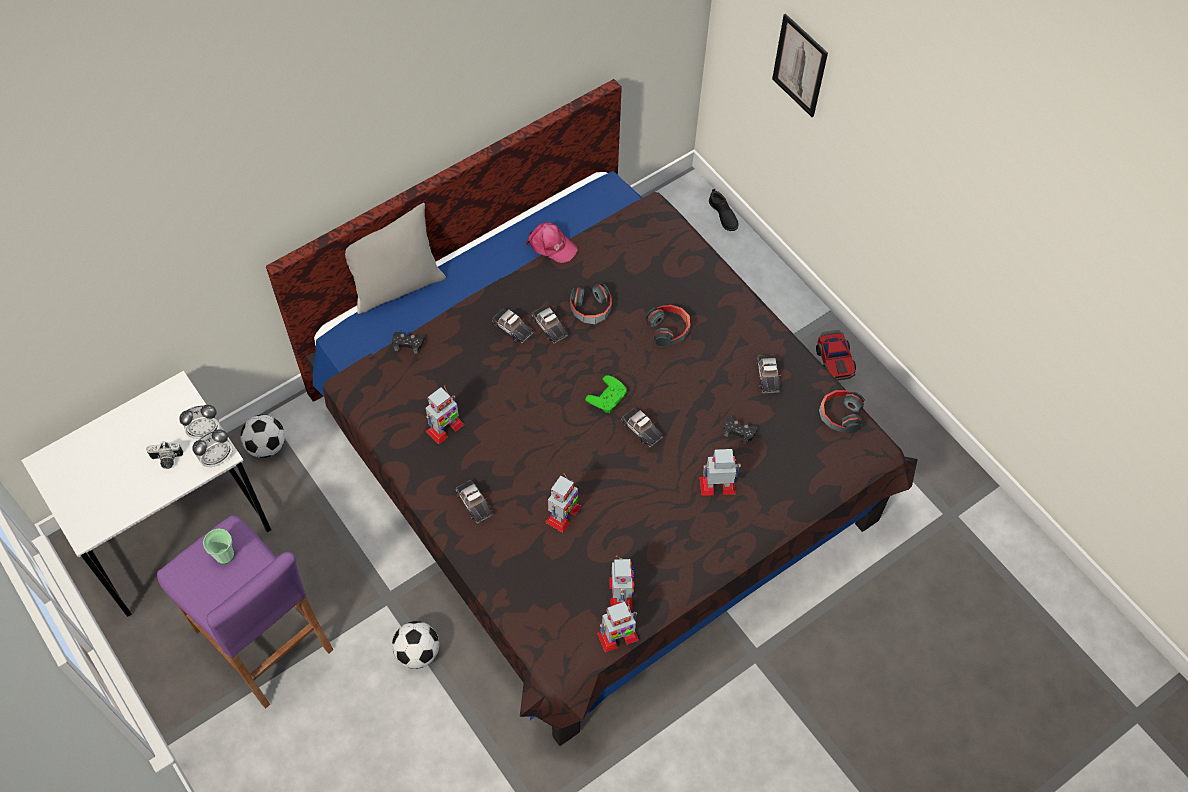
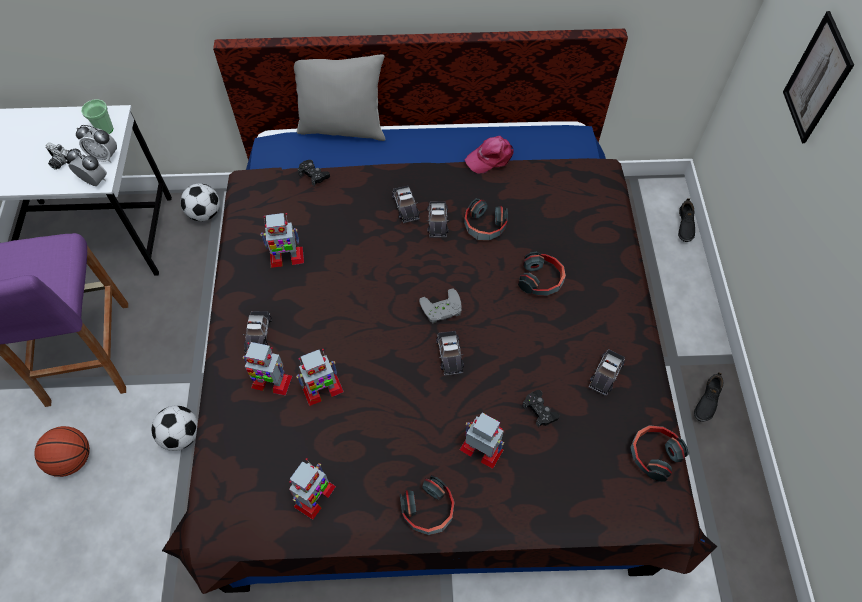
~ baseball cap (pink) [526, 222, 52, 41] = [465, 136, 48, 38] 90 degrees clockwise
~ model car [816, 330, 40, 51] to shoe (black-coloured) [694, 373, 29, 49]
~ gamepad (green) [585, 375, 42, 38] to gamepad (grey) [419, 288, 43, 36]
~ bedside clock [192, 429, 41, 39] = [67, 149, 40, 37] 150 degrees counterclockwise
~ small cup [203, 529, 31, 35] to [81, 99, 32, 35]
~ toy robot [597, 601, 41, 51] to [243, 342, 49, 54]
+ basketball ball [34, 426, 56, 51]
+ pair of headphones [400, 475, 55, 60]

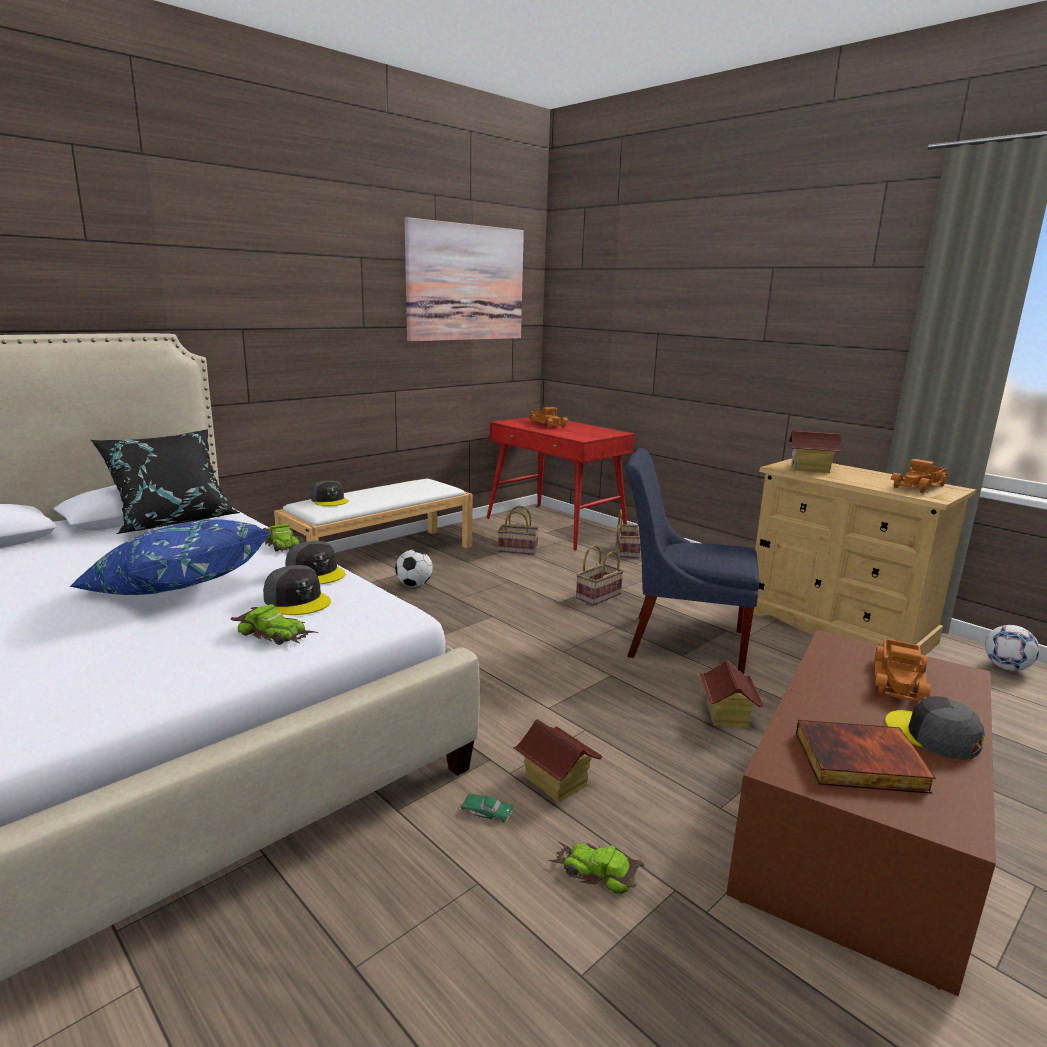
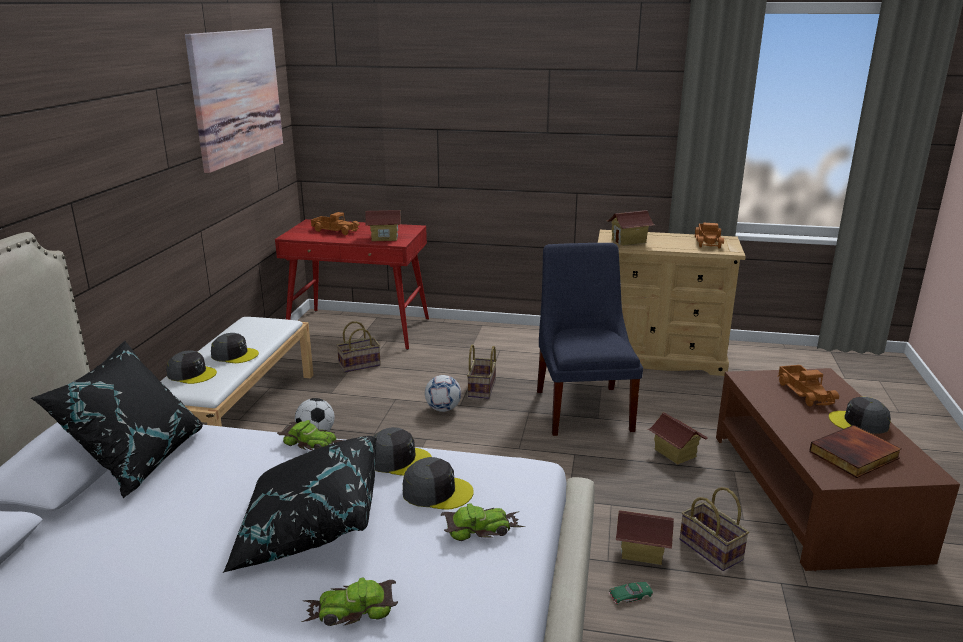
~ plain chair (blue-coloured) [626, 448, 134, 226] = [537, 243, 106, 193] 105 degrees clockwise
~ storage basket [616, 509, 25, 49] to [680, 487, 69, 84]
~ cushion (blue-coloured) [69, 519, 202, 76] to cushion (black-coloured) [223, 436, 154, 137]
~ football [985, 625, 55, 46] to [425, 375, 36, 37]
~ model car [549, 842, 95, 52] to [301, 578, 97, 48]
+ toy house [366, 210, 35, 32]
+ baseball cap (grey) [211, 333, 48, 30]

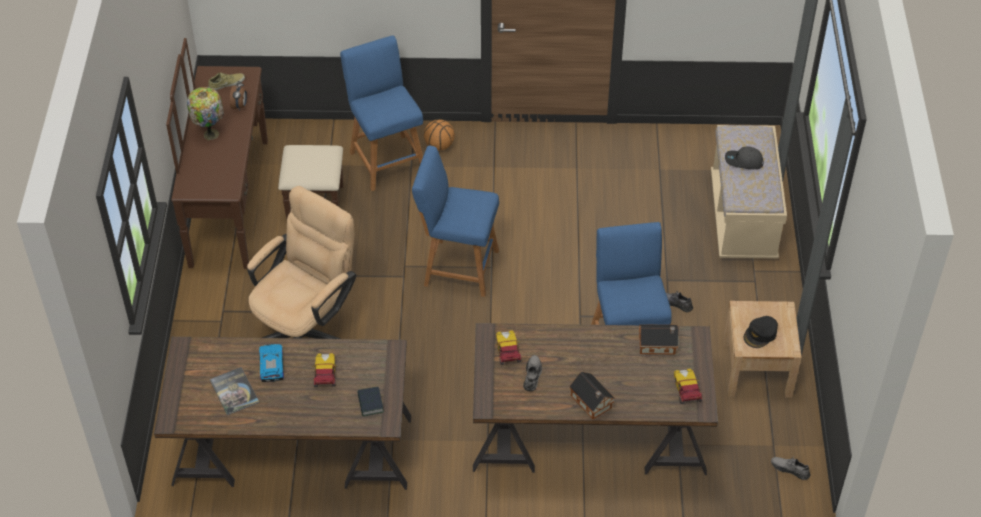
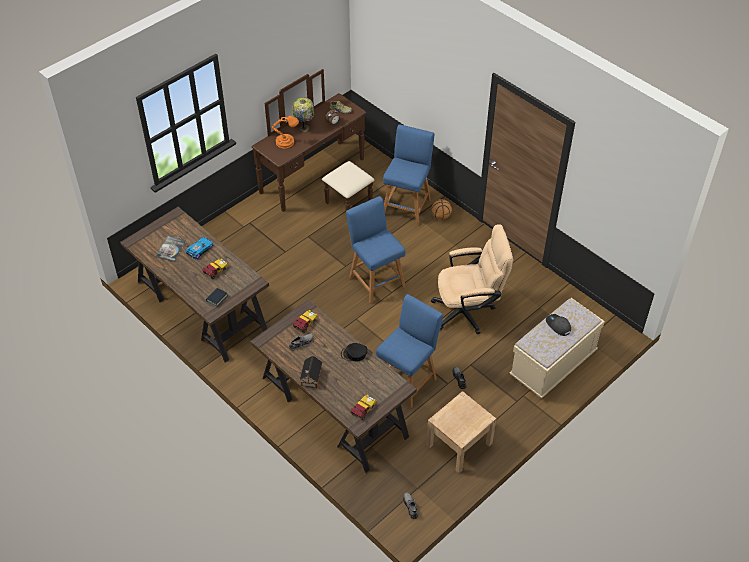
~ desk chair (sand-coloured) [247, 186, 110, 153] to [431, 224, 82, 110]
~ baseball cap (black-coloured) [743, 316, 35, 32] to [341, 343, 27, 19]
- toy house [639, 324, 40, 30]
+ table lamp (orangey) [271, 116, 28, 32]

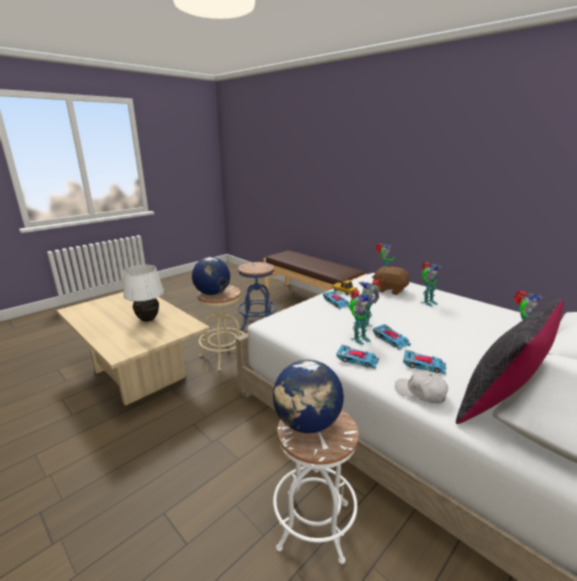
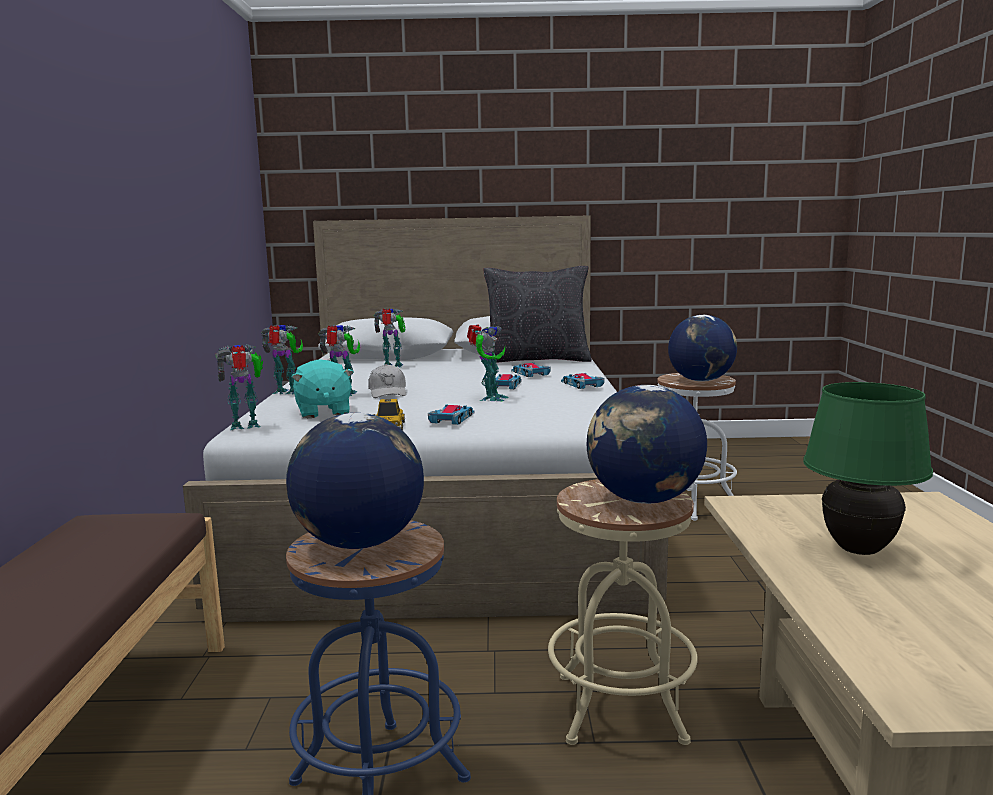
~ table lamp (white-coloured) [123, 265, 41, 57] to table lamp (green) [803, 382, 130, 173]
~ soft toy (brown) [372, 266, 37, 29] to soft toy (turquoise) [292, 359, 62, 59]
~ toy robot [349, 290, 25, 55] to [261, 325, 42, 69]
~ baseball cap (white-coloured) [395, 370, 53, 34] to [368, 364, 38, 34]
+ desk globe [286, 413, 138, 136]

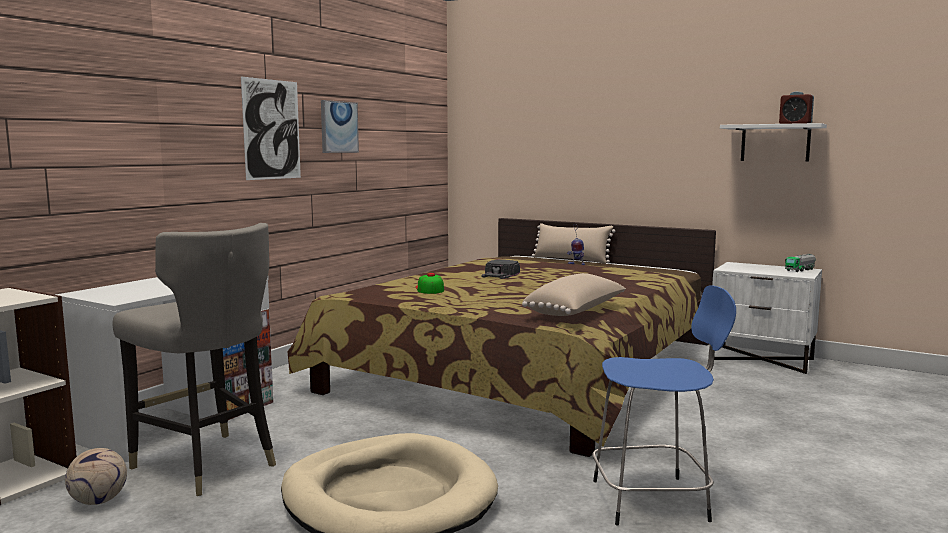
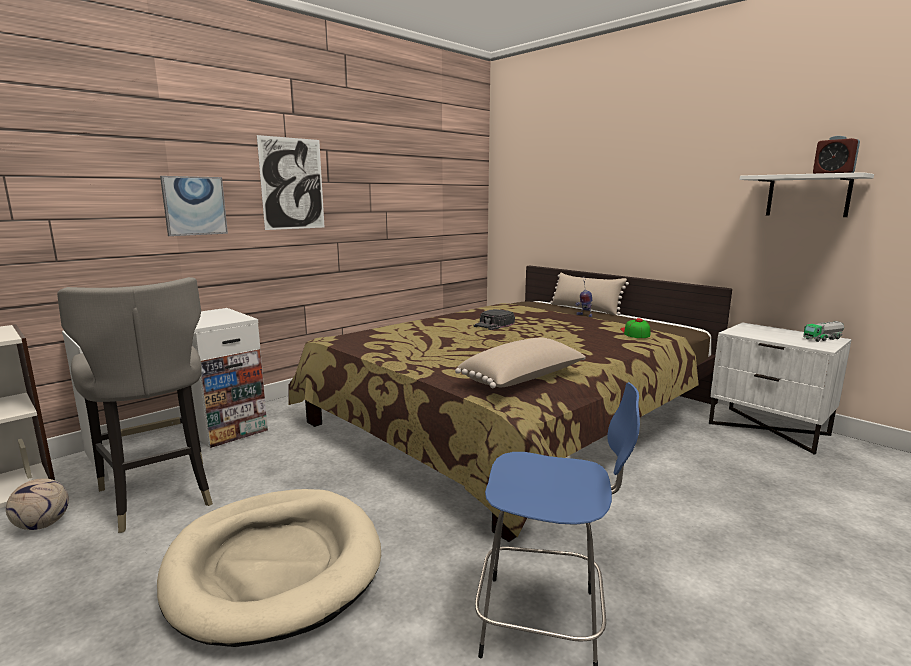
~ wall picture [321, 100, 38, 53] to [160, 176, 68, 60]
~ baseball cap [415, 273, 29, 21] to [620, 318, 30, 20]

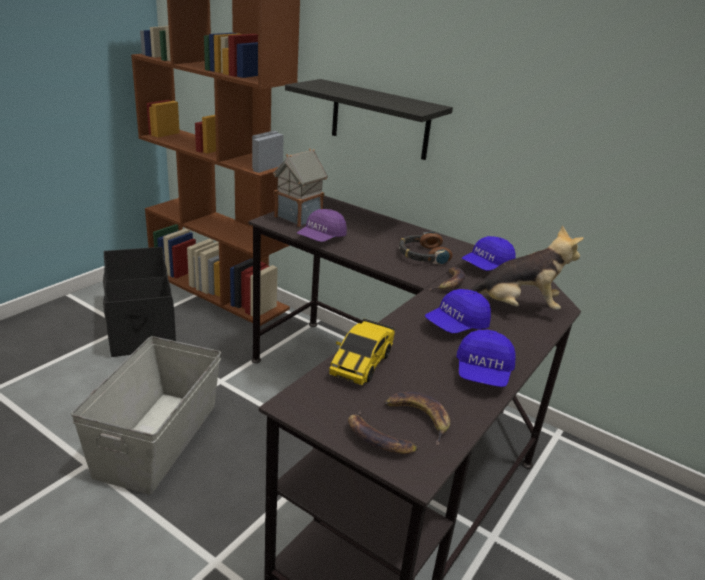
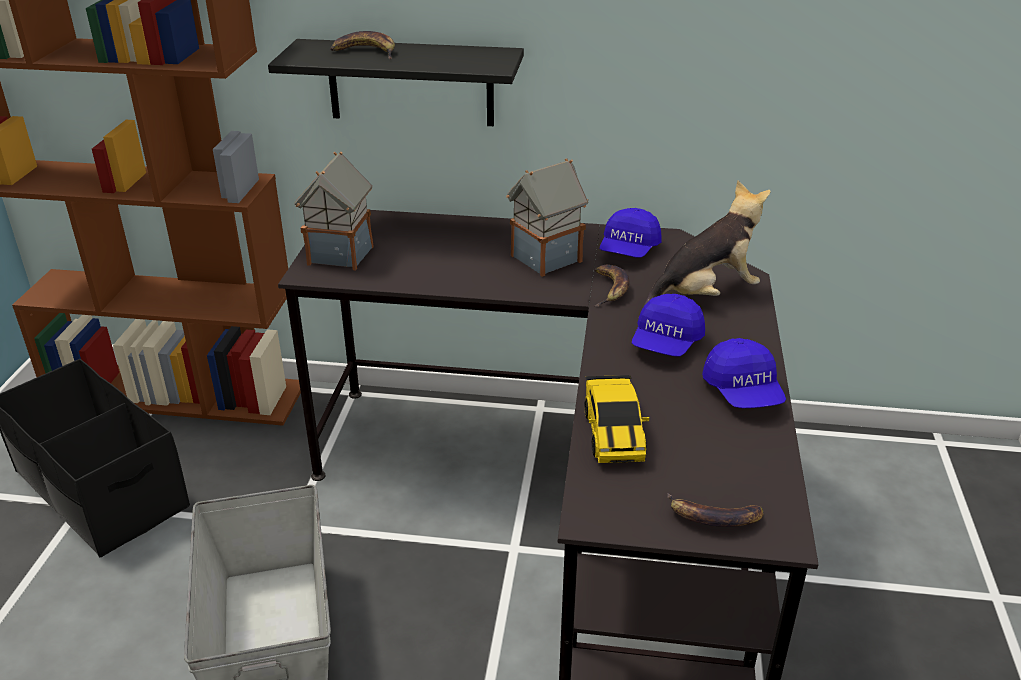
- baseball cap (purple) [297, 209, 50, 33]
~ pair of headphones [399, 232, 54, 33] to toy house [506, 158, 82, 119]
~ whole banana [384, 392, 66, 54] to [330, 31, 65, 28]

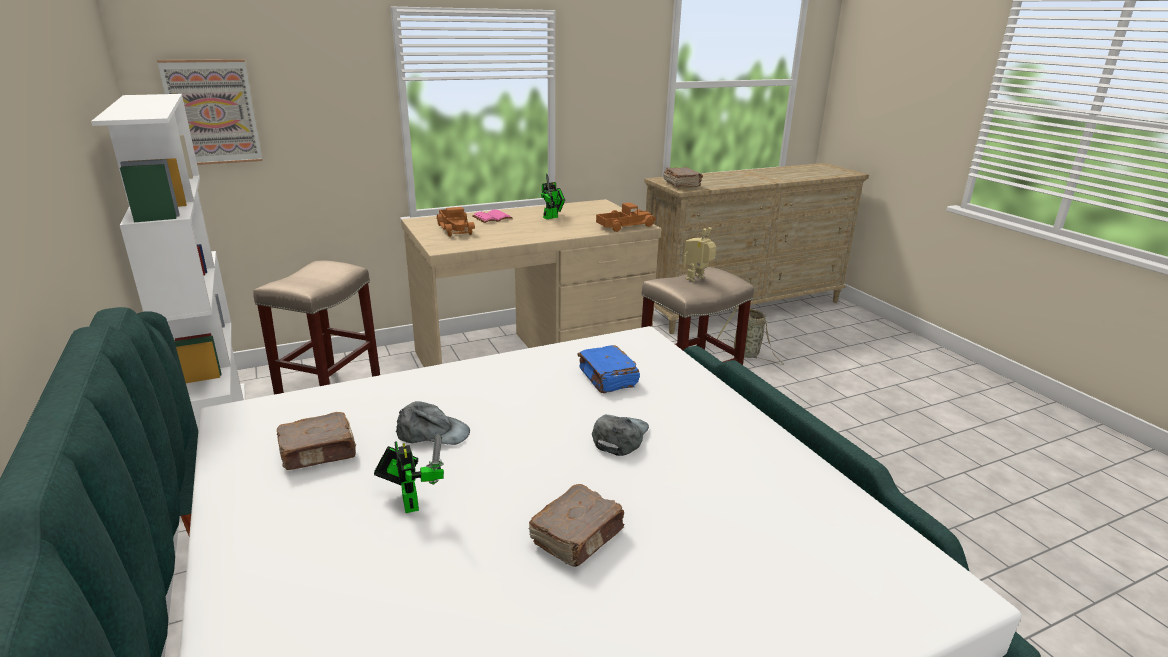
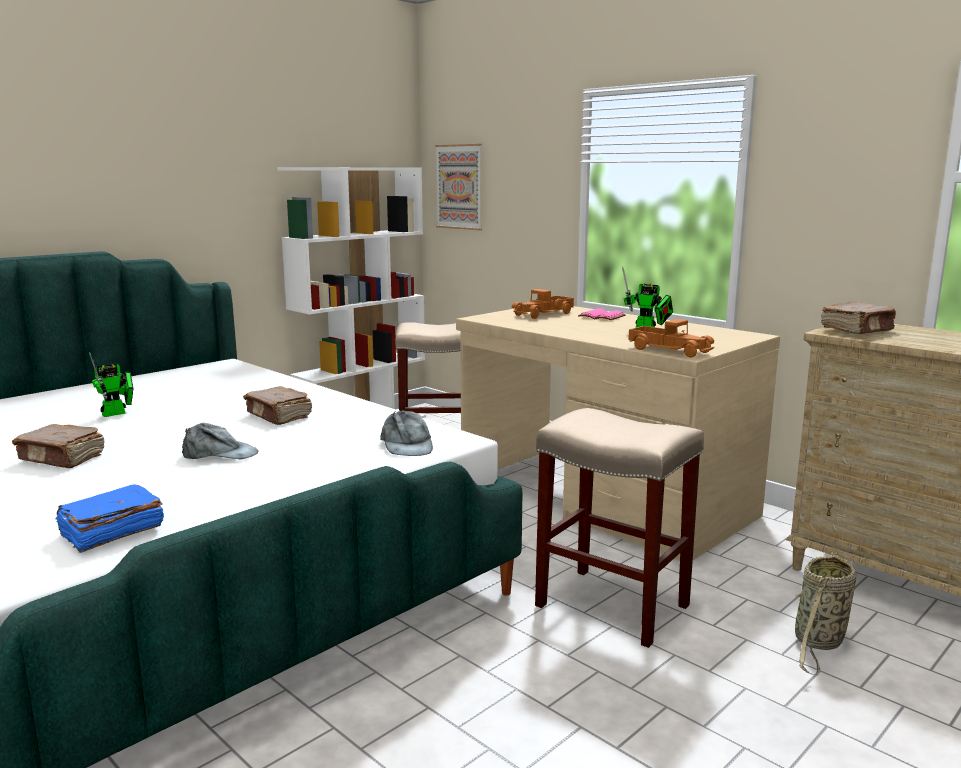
- toy robot [683, 227, 33, 55]
~ volume (blue-coloured) [577, 345, 63, 48] to [55, 484, 109, 69]
~ baseball cap (grey) [396, 401, 74, 44] to [380, 410, 53, 46]
~ volume (brown) [277, 412, 79, 58] to [243, 386, 69, 39]

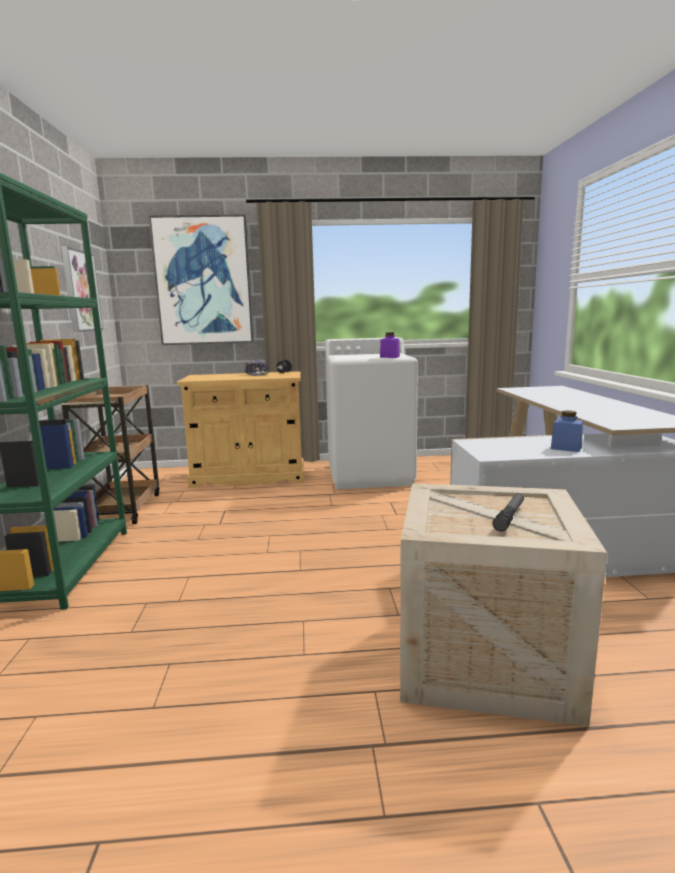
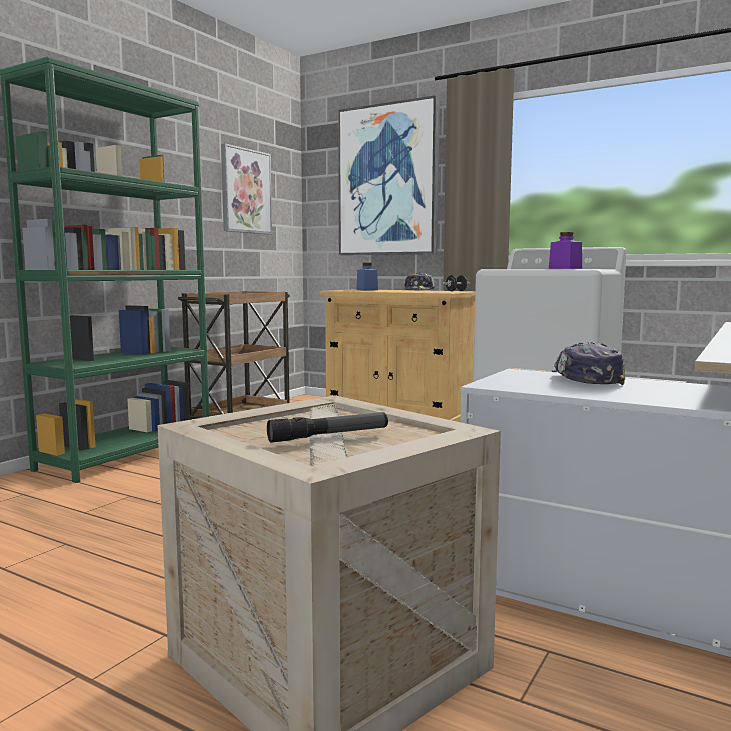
~ storage jar (blue-coloured) [551, 411, 32, 41] to [356, 263, 22, 27]
+ baseball cap [551, 342, 74, 43]

